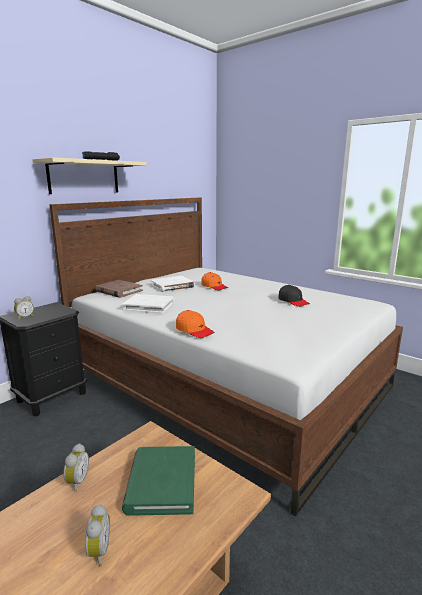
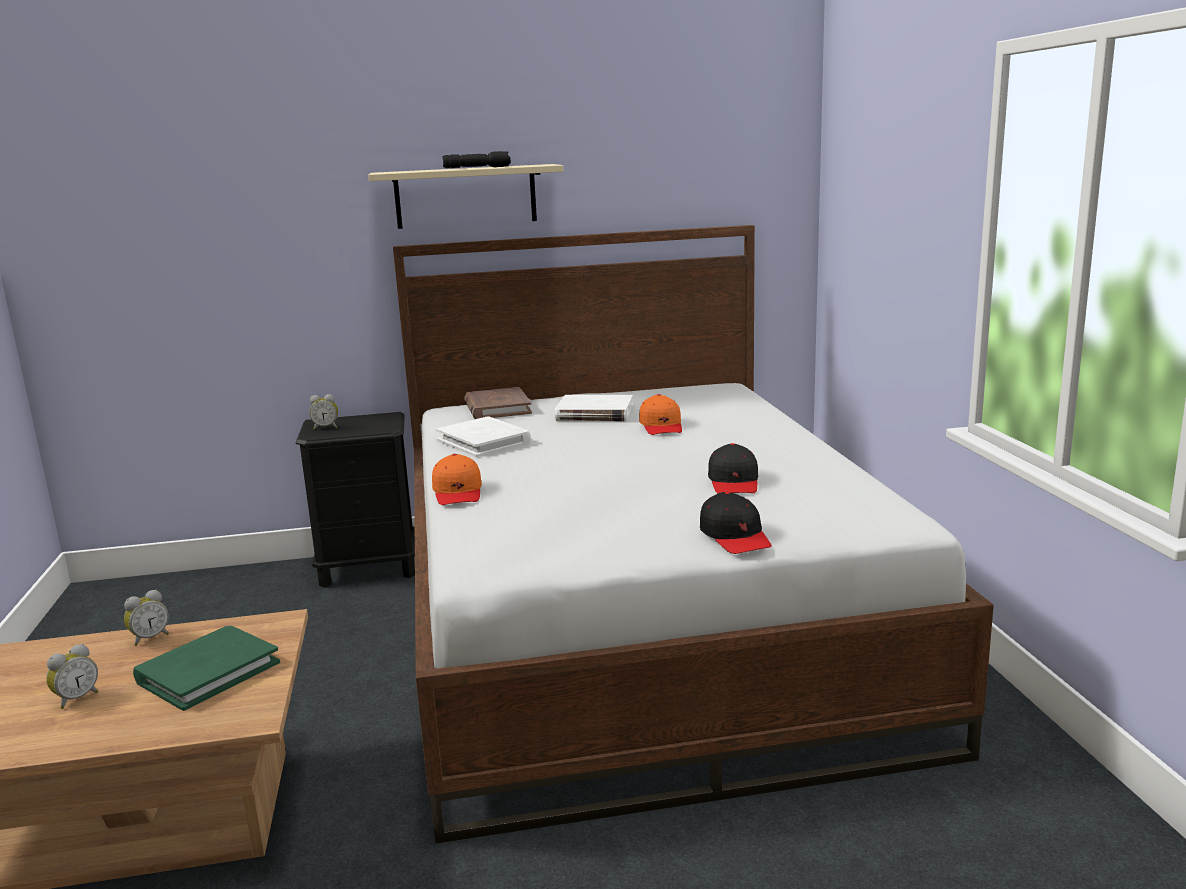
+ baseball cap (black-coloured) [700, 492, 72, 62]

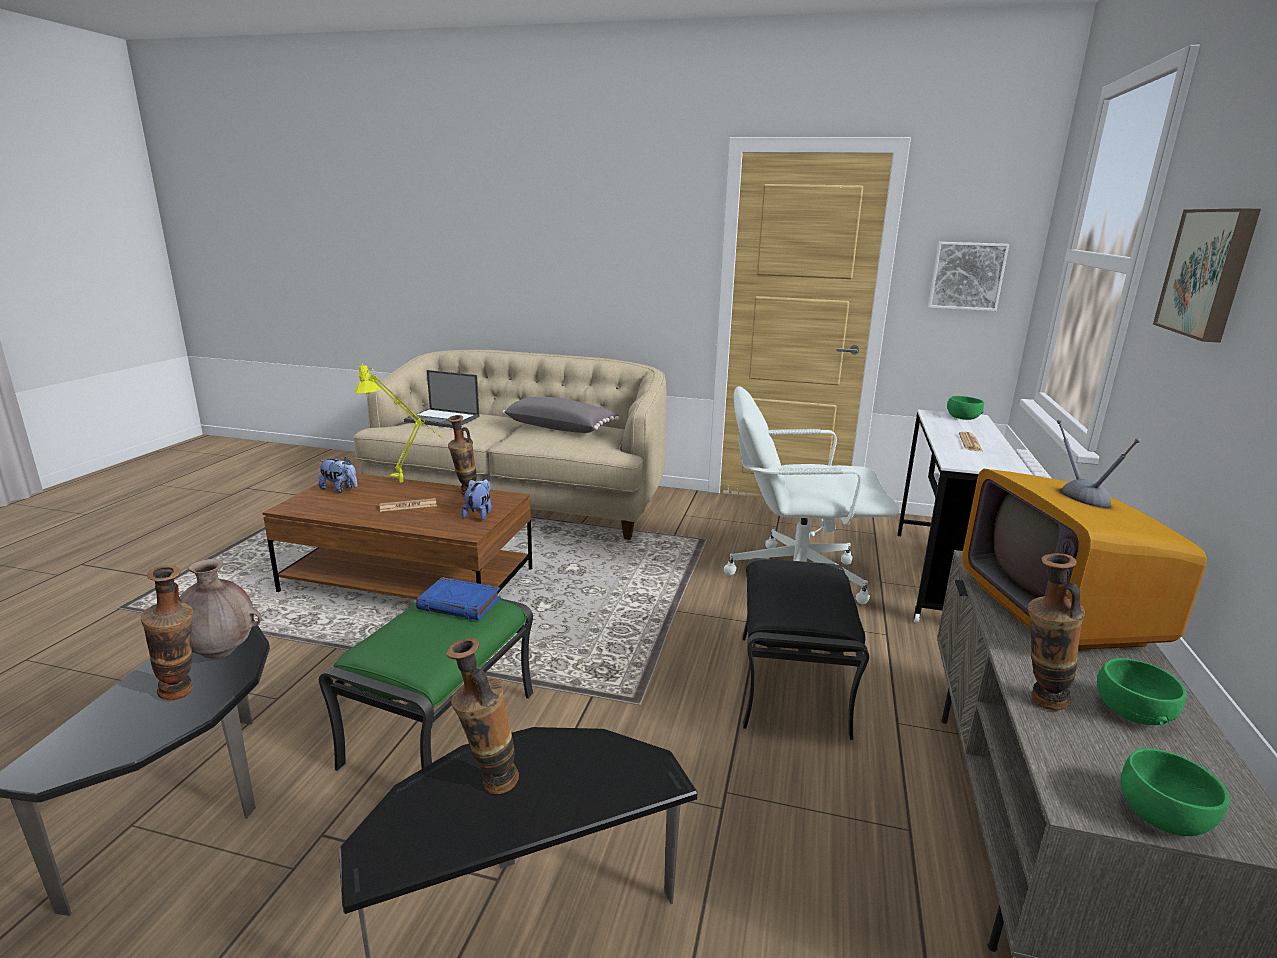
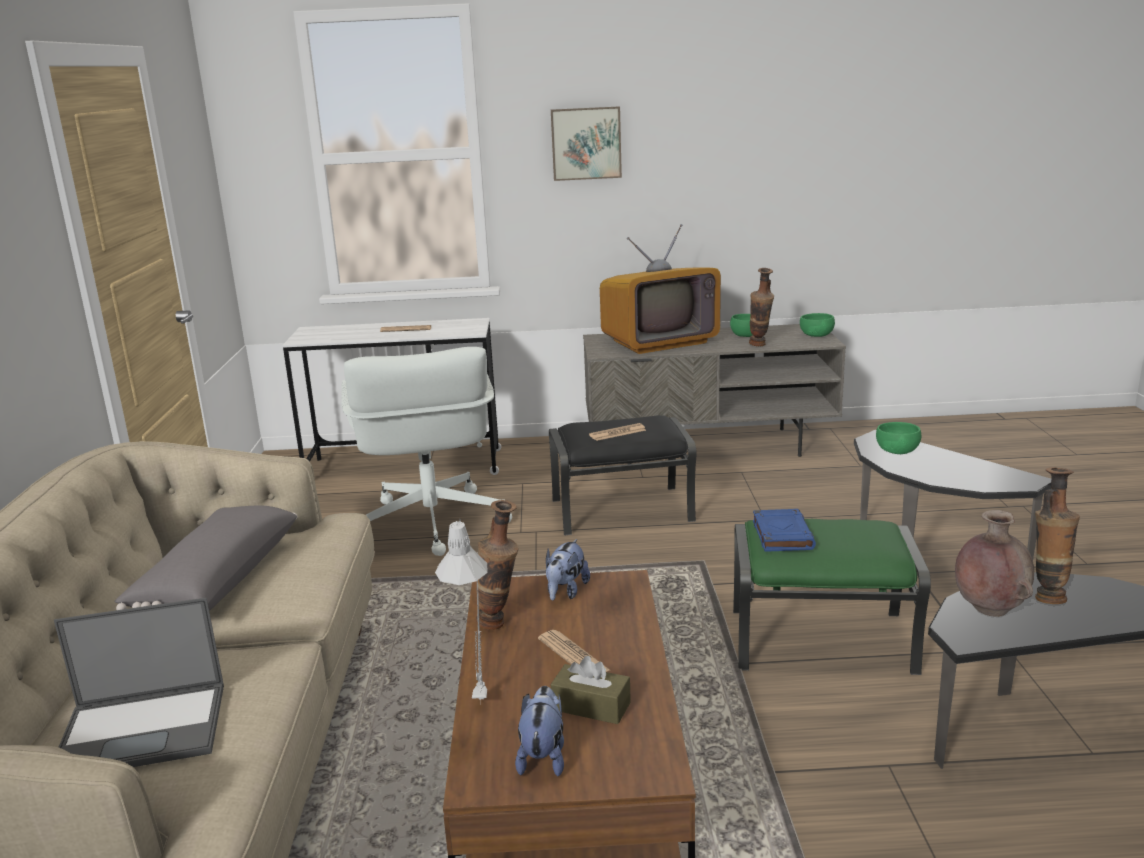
- wall picture [928, 242, 81, 69]
~ table lamp (yellowish) [354, 363, 90, 120] to table lamp (grey) [435, 519, 52, 181]
~ notebook computer [404, 370, 76, 58] = [54, 597, 170, 170] 75 degrees clockwise
~ bowl (green) [947, 396, 37, 24] to [876, 422, 45, 32]
~ soft toy [461, 479, 31, 41] = [546, 539, 44, 61] 60 degrees counterclockwise
- flower vase [446, 638, 73, 156]
+ newspaper [589, 423, 57, 18]
+ tissue holder (brown) [551, 656, 80, 68]

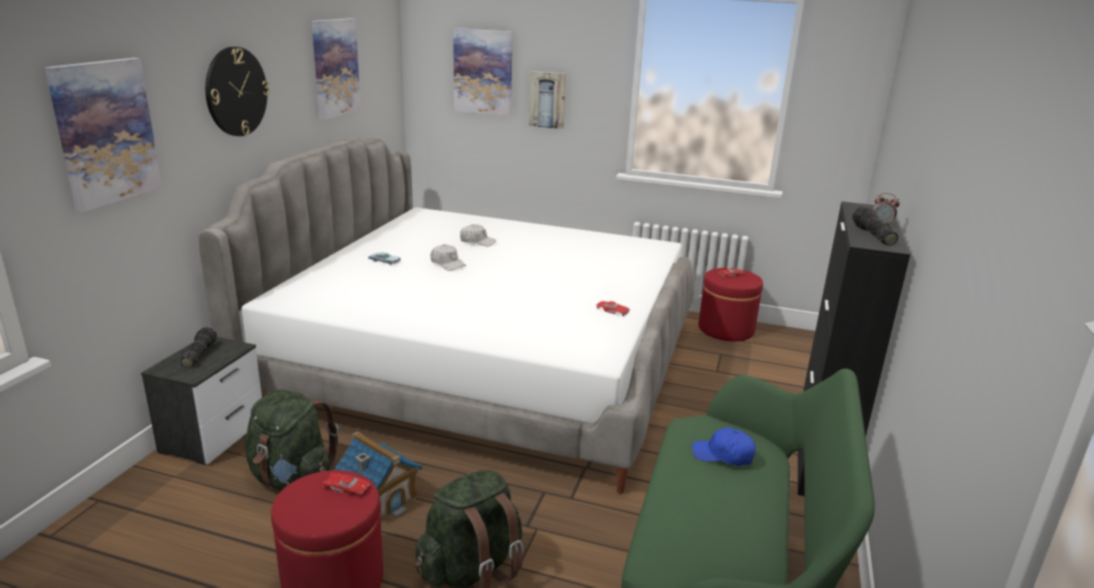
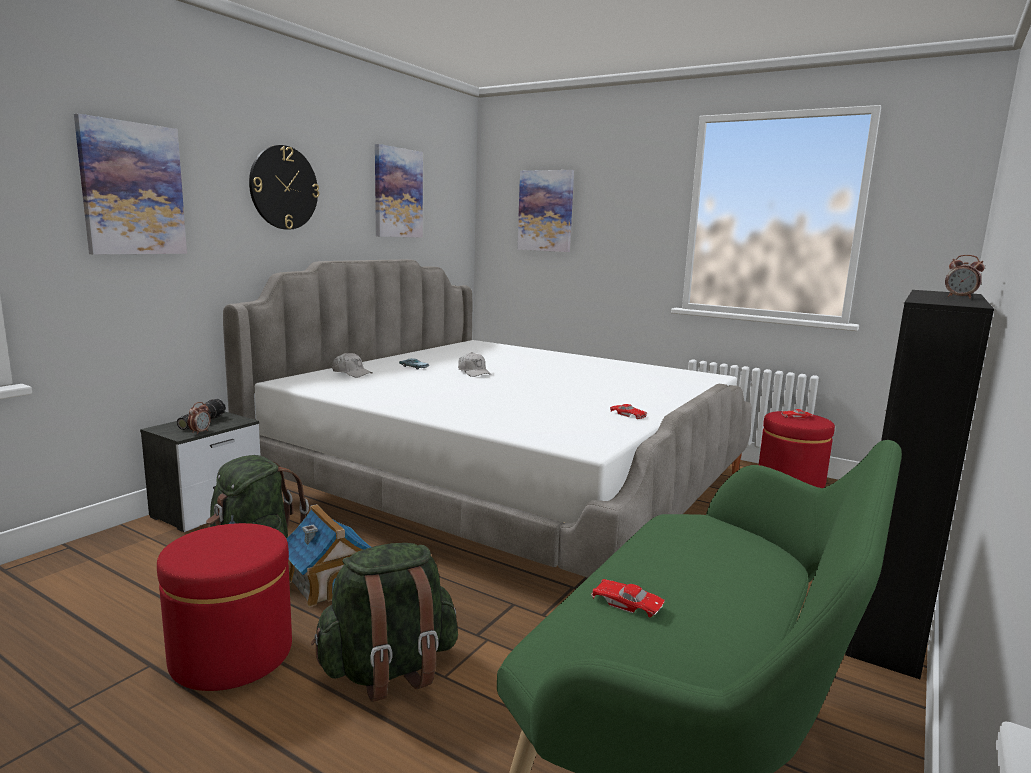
- wall picture [529, 71, 37, 58]
- torch [852, 207, 46, 39]
~ baseball cap (white-coloured) [460, 224, 36, 22] to [332, 352, 41, 25]
- baseball cap (blue-coloured) [692, 427, 64, 39]
~ model car (reddish) [322, 473, 48, 23] to [591, 579, 74, 38]
+ bedside clock [188, 402, 23, 32]

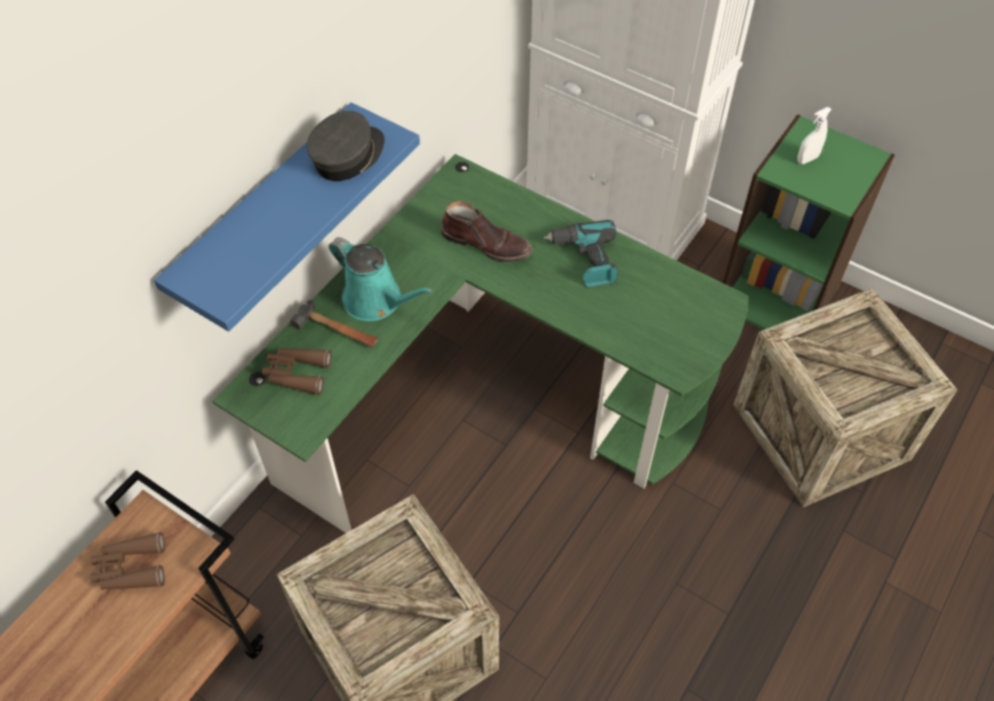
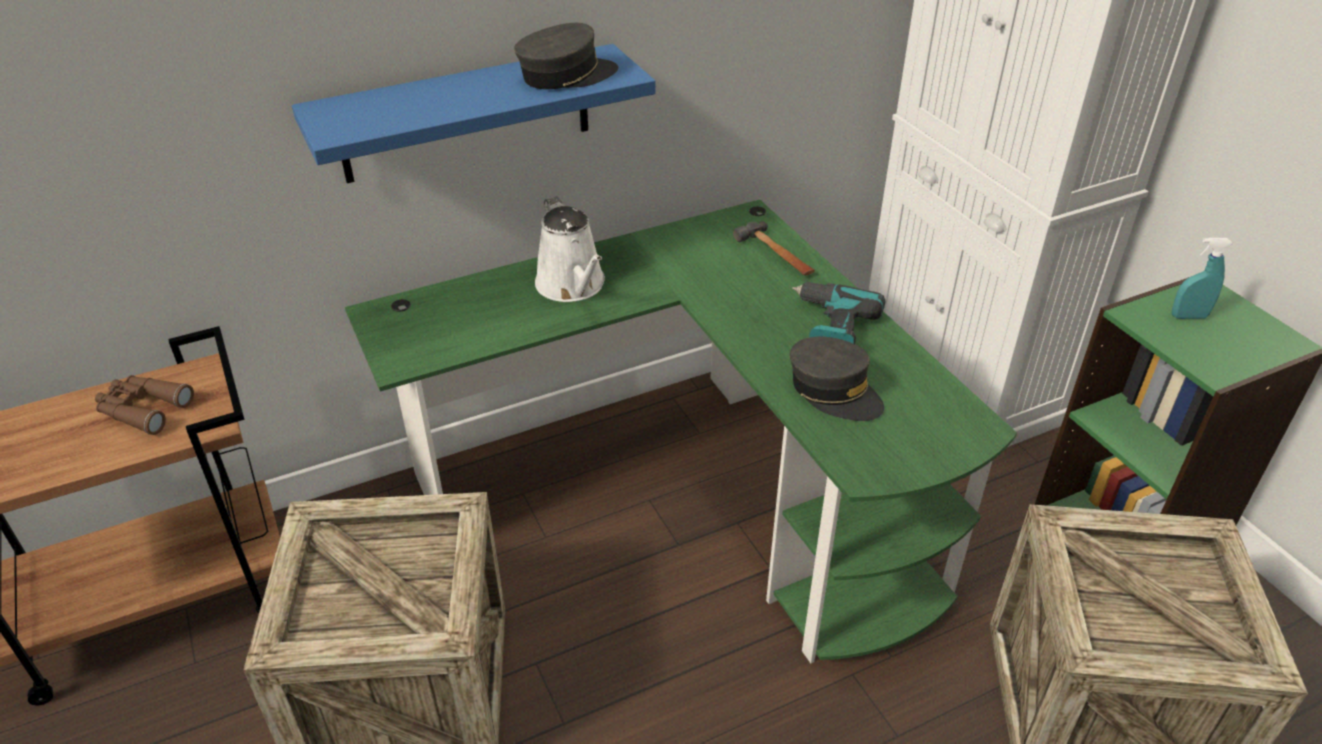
~ hand sprayer (white-coloured) [797, 107, 35, 57] to hand sprayer (turquoise) [1172, 238, 61, 81]
- boot (brown) [440, 201, 93, 61]
~ watering pot (turquoise) [329, 237, 105, 84] to watering pot (white-coloured) [535, 197, 70, 105]
~ tool hammer [290, 300, 88, 47] to [733, 221, 82, 55]
- field glasses (brown) [262, 348, 70, 47]
+ baseball cap (grey) [790, 336, 94, 85]

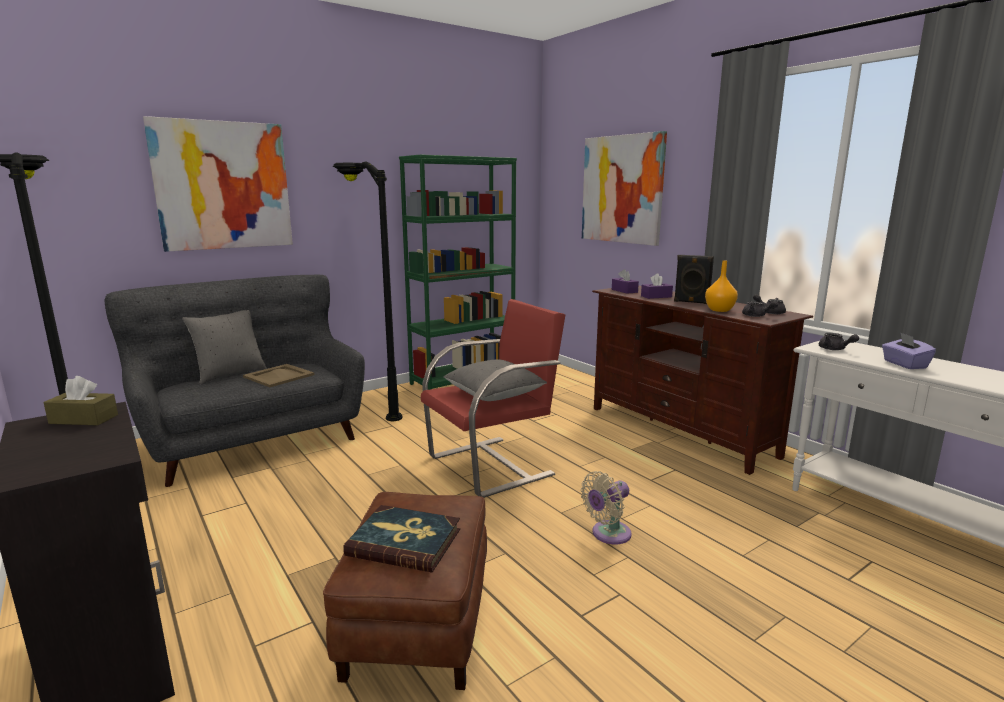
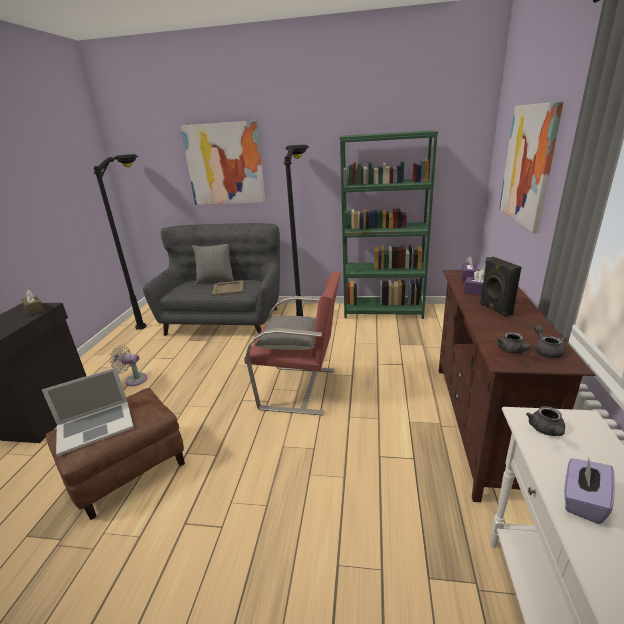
- flower vase (orangey) [705, 260, 33, 52]
~ electric fan (sand-coloured) [581, 471, 51, 73] to [110, 345, 37, 41]
~ volume [343, 505, 117, 68] to notebook computer [42, 368, 92, 88]

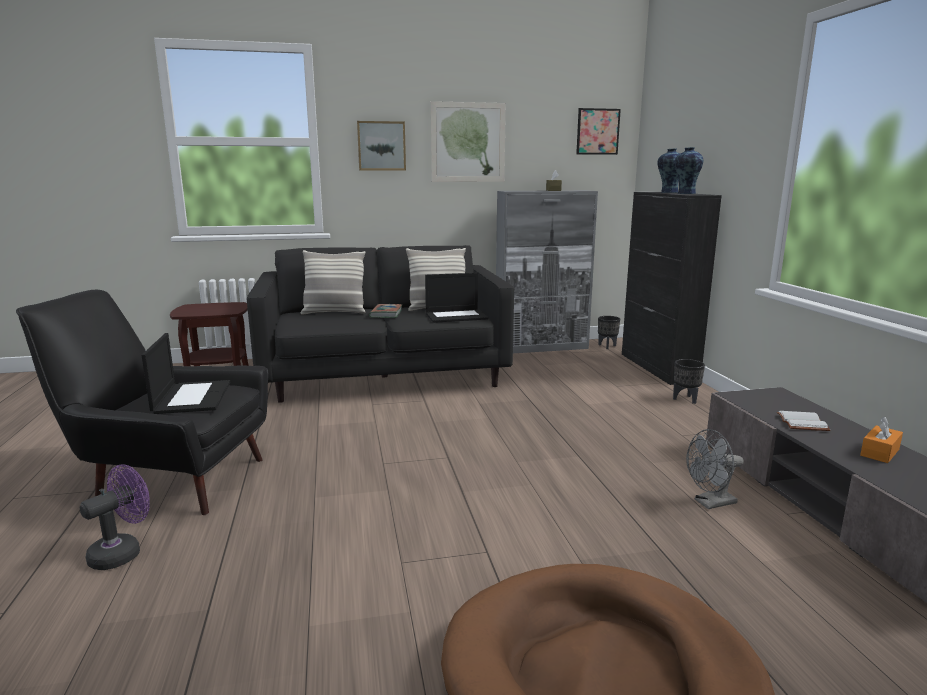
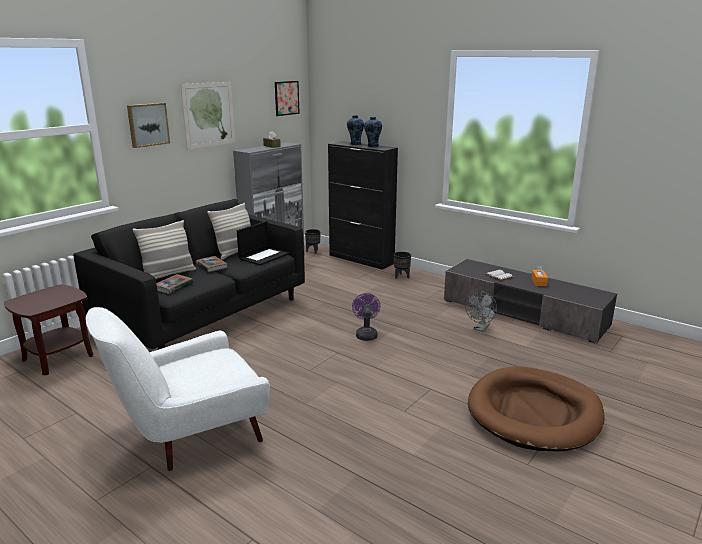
~ easy chair (black-coloured) [16, 290, 253, 225] to easy chair (white-coloured) [86, 307, 184, 164]
- notebook computer [141, 333, 89, 81]
~ electric fan (purple) [80, 464, 70, 106] to [352, 293, 28, 48]
+ volume [156, 274, 38, 20]

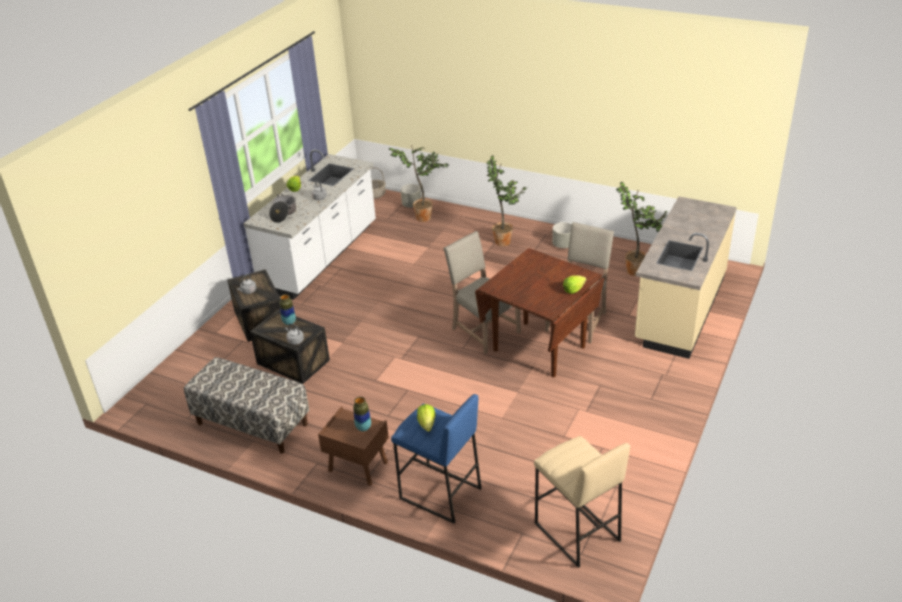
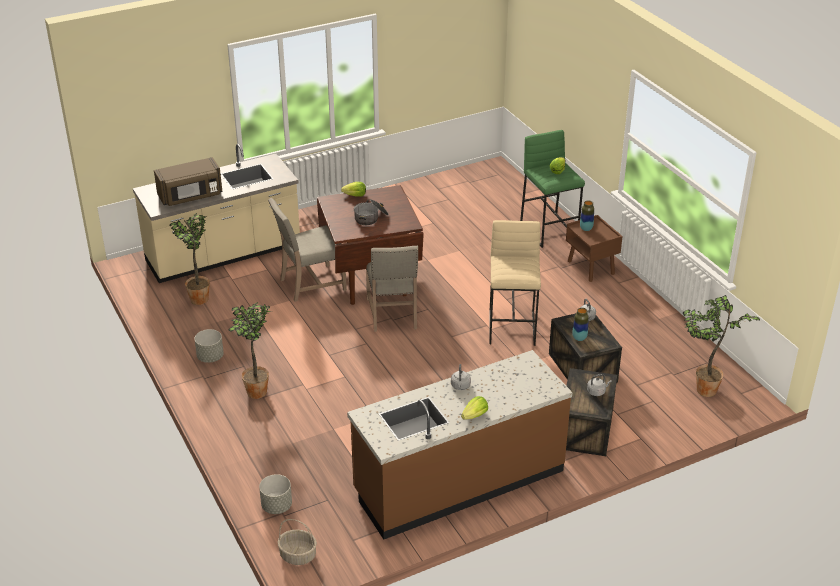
~ plant in a pot [389, 145, 61, 77] to [683, 295, 78, 102]
~ kitchen base unit (white-coloured) [243, 149, 133, 151] to kitchen base unit (brown) [347, 350, 225, 189]
~ saucepot [269, 193, 27, 30] to [354, 199, 35, 26]
- bench [184, 357, 125, 97]
~ sitting stool (blue-coloured) [391, 394, 91, 130] to sitting stool (green) [520, 130, 65, 118]
~ sitting stool (sand-coloured) [534, 436, 96, 132] to [489, 220, 52, 126]
+ kitchen microwave (brown) [154, 157, 69, 49]

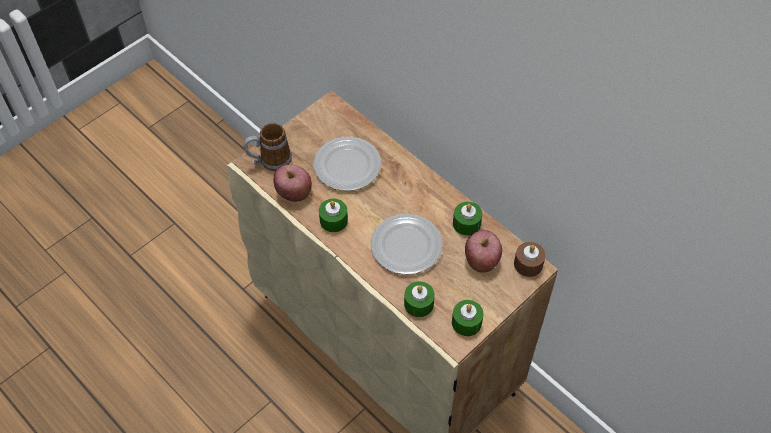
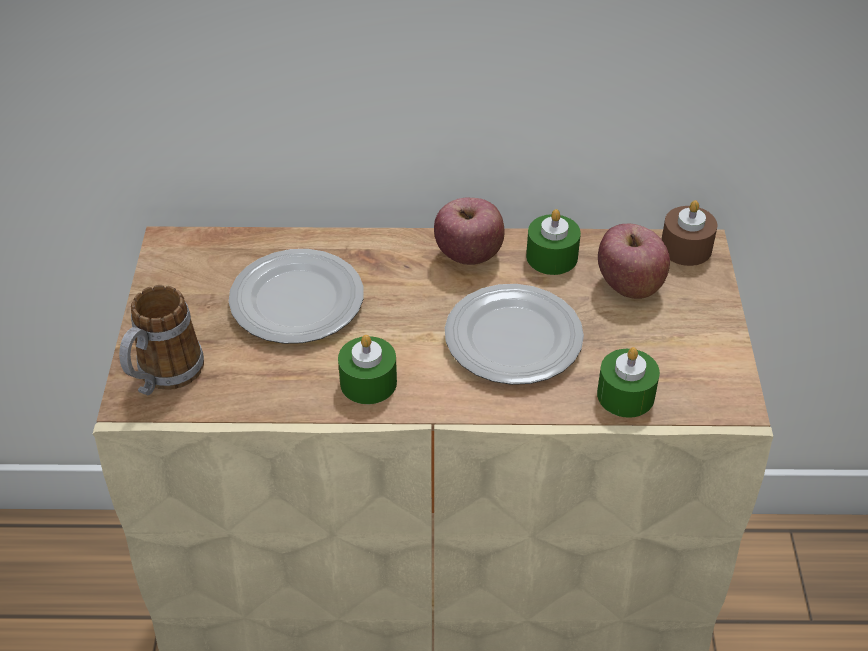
~ apple fruit [274, 165, 38, 37] to [434, 197, 71, 68]
- wax candle (green) [452, 300, 31, 36]

